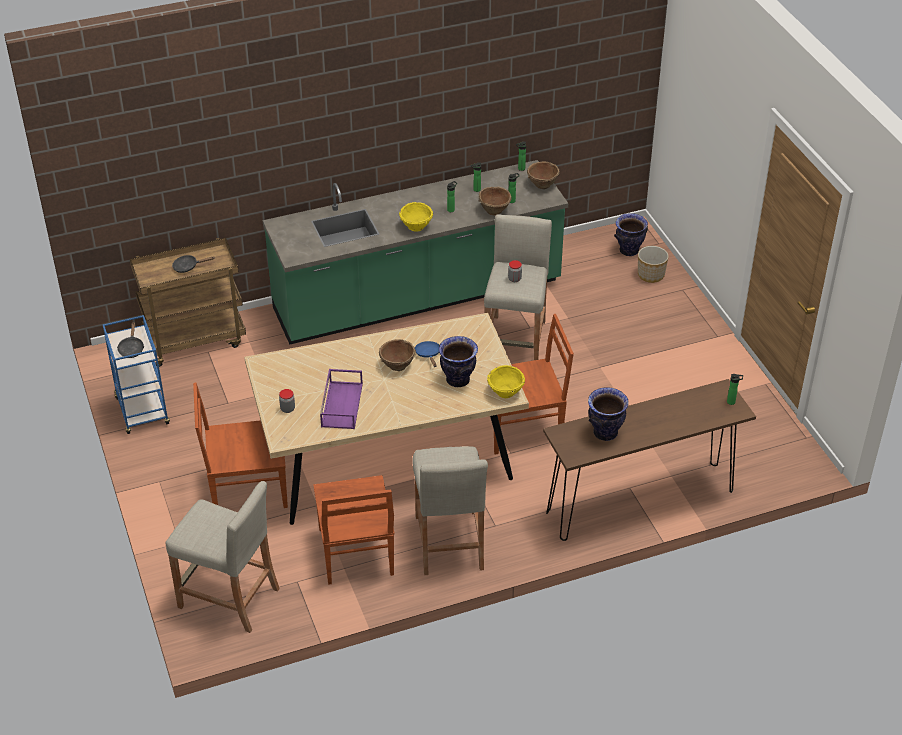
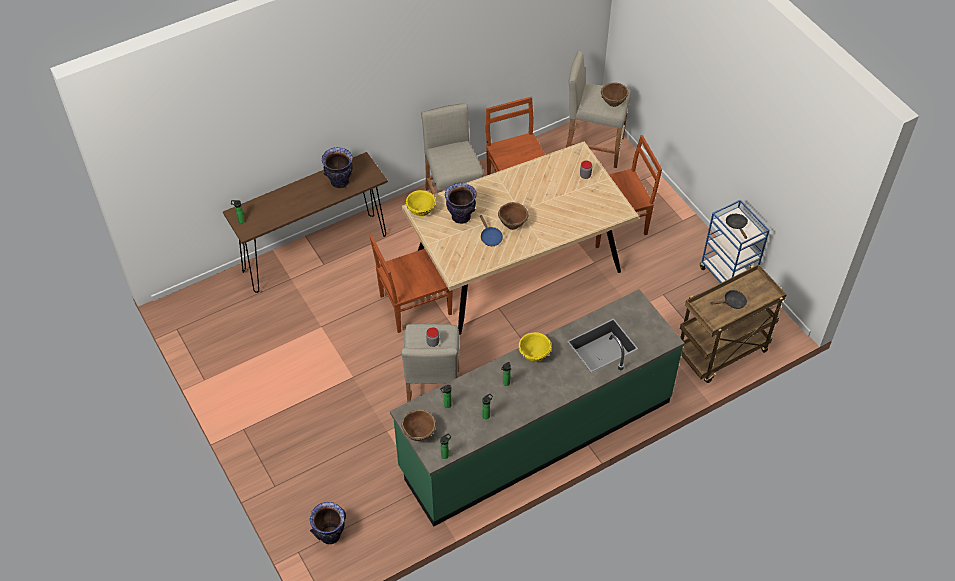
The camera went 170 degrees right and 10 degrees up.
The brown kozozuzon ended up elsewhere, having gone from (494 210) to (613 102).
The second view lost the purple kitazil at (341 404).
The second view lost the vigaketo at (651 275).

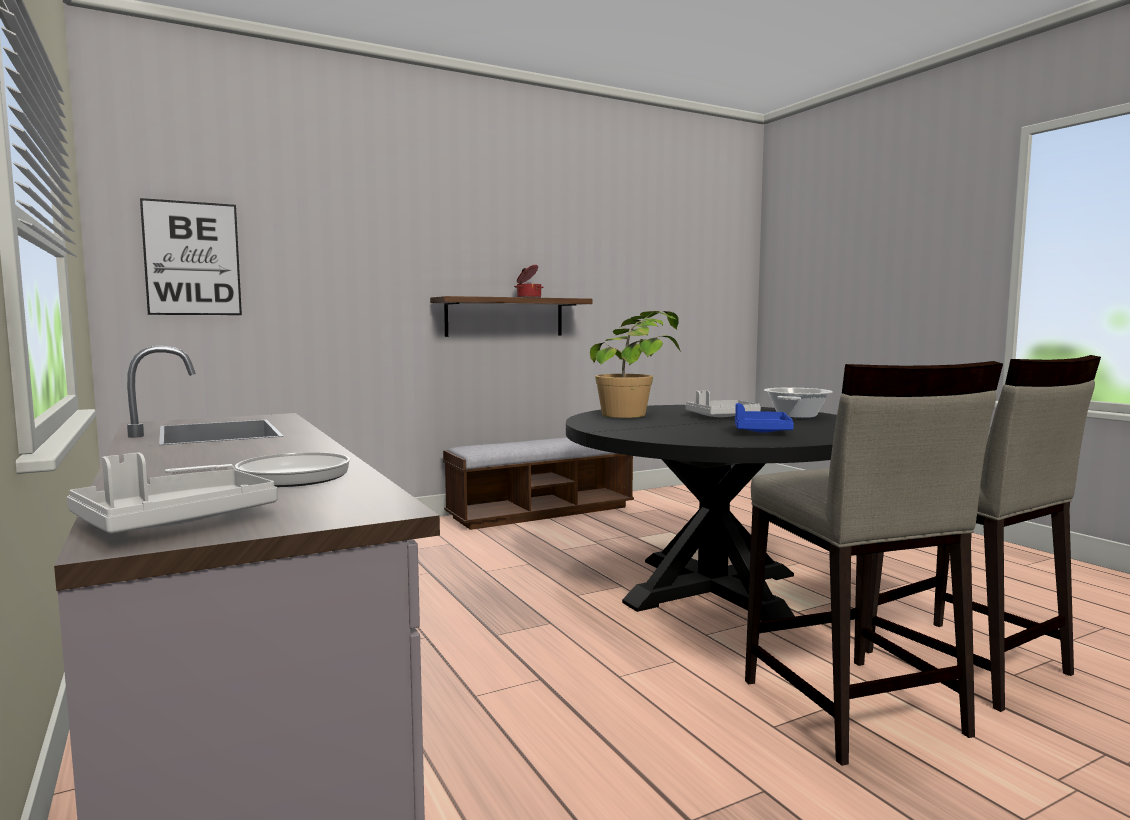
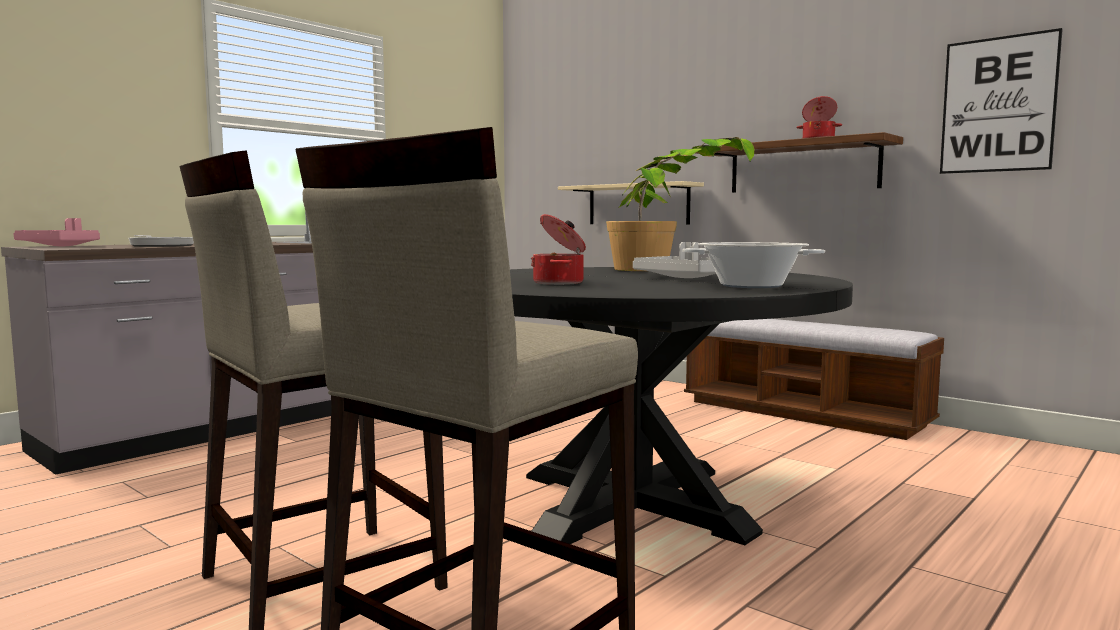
The camera went 70 degrees right and 0 degrees up.
What was the grey kitazil at (175 522) turned into the pink kitazil at (62 246).
Where the blue kitazil stood at (761 431), the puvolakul came to stand at (560 283).
The second view gained the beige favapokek at (638 204).
The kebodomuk ended up elsewhere, having gone from (192 258) to (998 105).

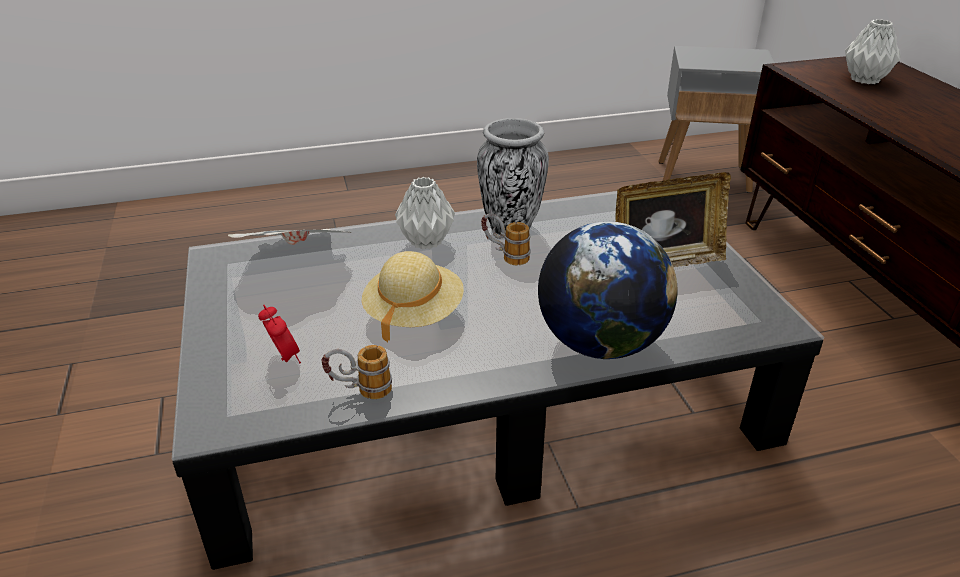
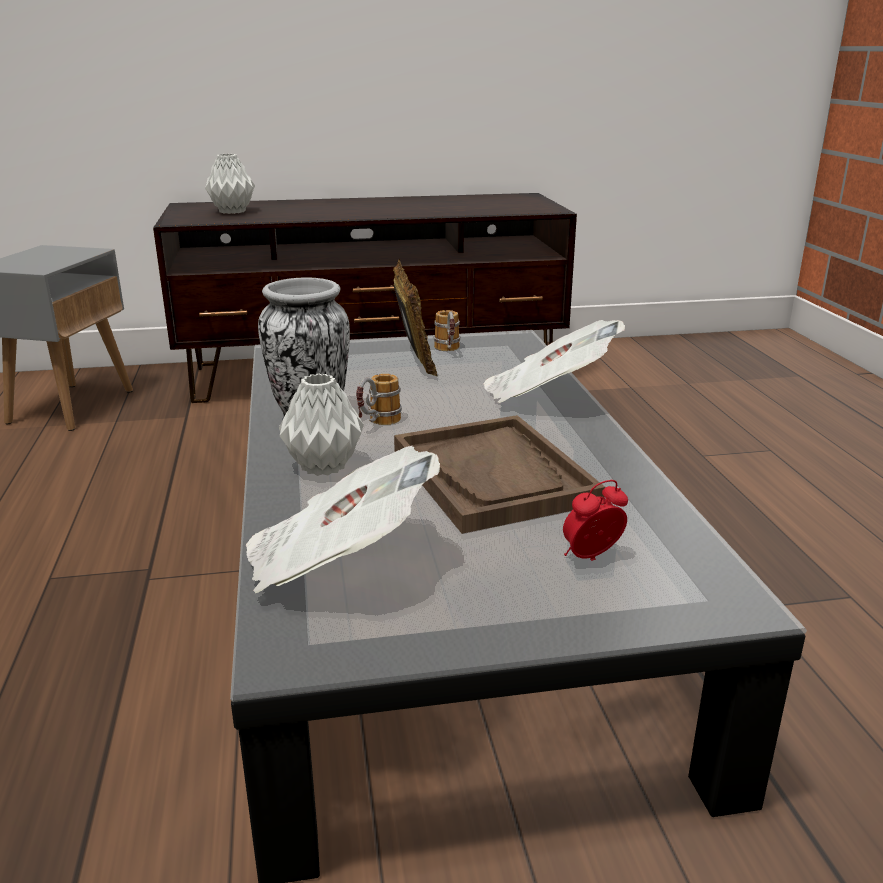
The camera went 85 degrees left and 10 degrees down.
Where the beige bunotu stood at (413 314), the brown kitazil came to stand at (493 476).
The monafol ended up elsewhere, having gone from (360 391) to (448 351).
Where the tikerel stood at (600 343), the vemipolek came to stand at (547 395).

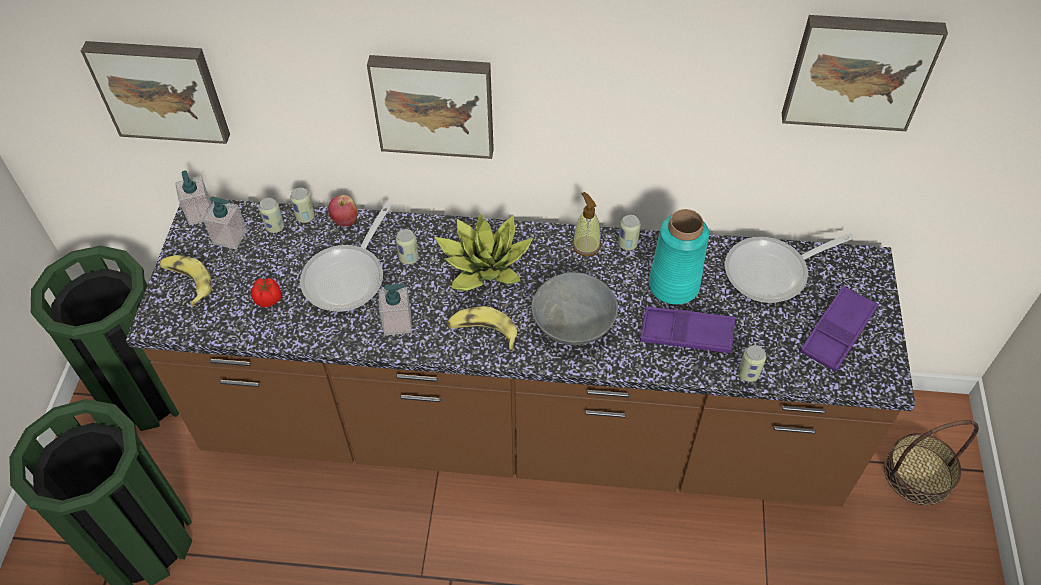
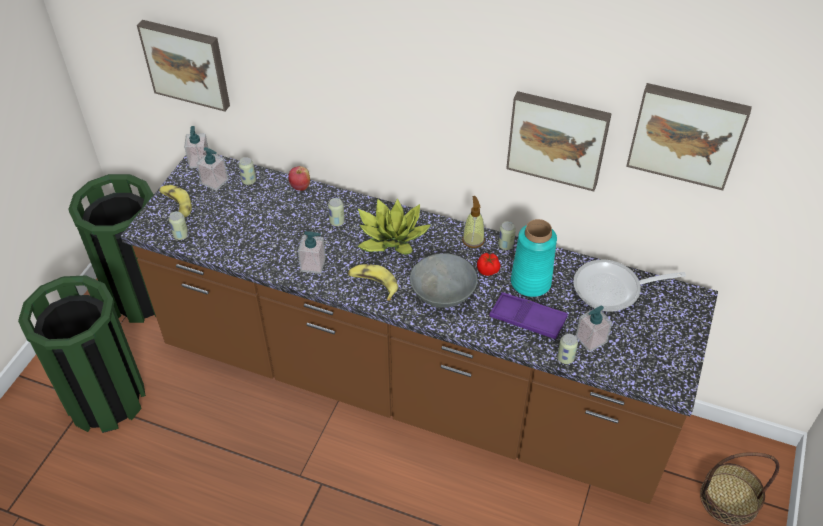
The camera went 15 degrees right and 5 degrees down.
The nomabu ended up elsewhere, having gone from (305 217) to (181 235).
The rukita ended up elsewhere, having gone from (269 299) to (488 270).
The kebodomuk ended up elsewhere, having gone from (434 103) to (558 138).
The second view gained the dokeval at (590 340).
The second view lost the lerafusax at (348 277).
The second view lost the purple kitazil at (837 332).

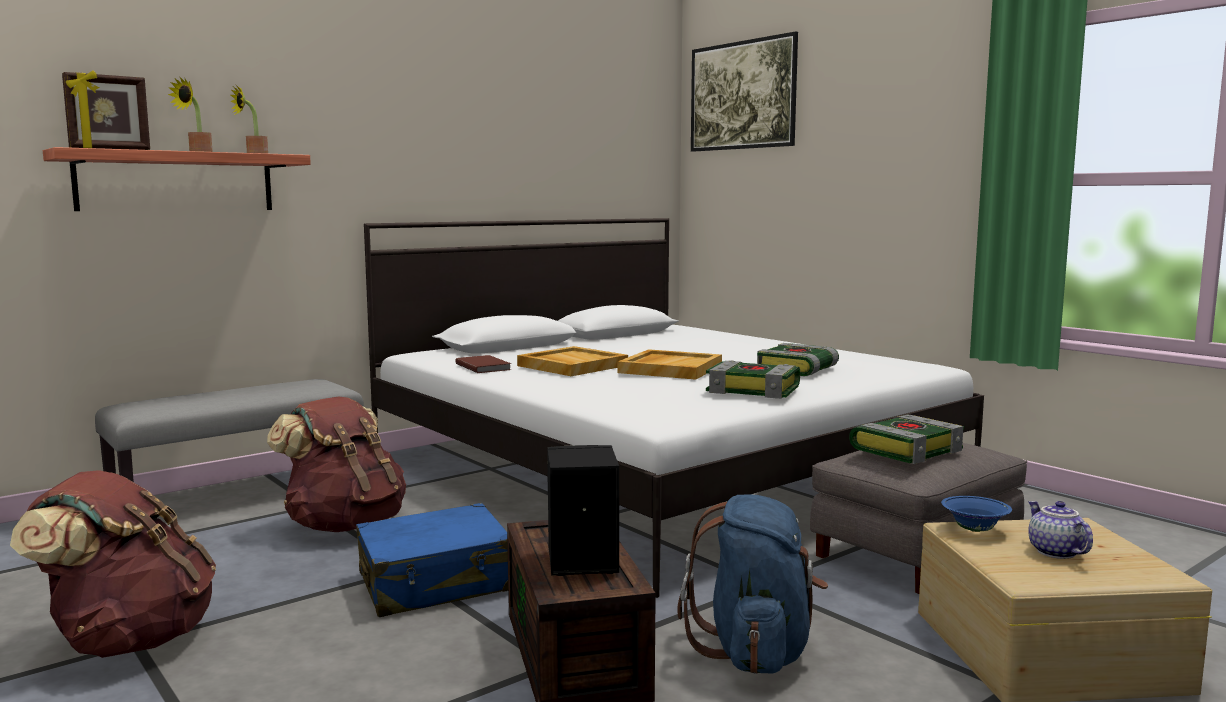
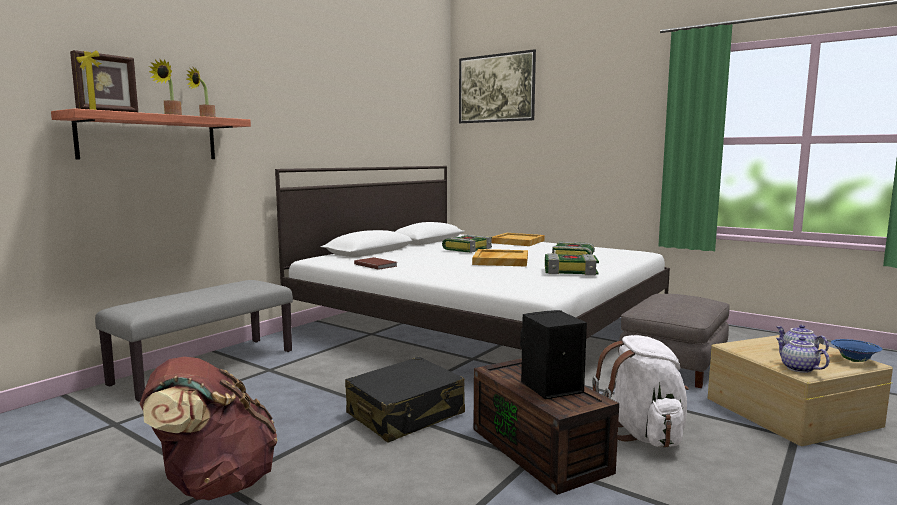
The camera went 15 degrees left and 0 degrees up.
What was the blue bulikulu at (436 583) turned into the black bulikulu at (406 414).
The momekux ended up elsewhere, having gone from (906 450) to (467 249).
The beige kitazil ended up elsewhere, having gone from (571 365) to (517 242).
What was the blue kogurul at (755 651) turned into the white kogurul at (643 433).
The second view gained the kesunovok at (798 369).
The blue kozozuzon ended up elsewhere, having gone from (974 530) to (854 361).
The second view lost the brown kogurul at (345 525).

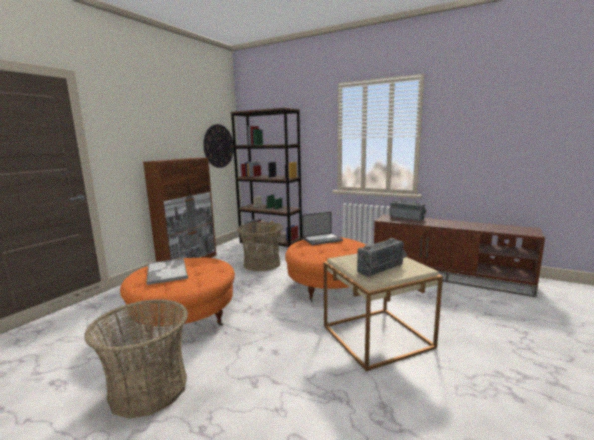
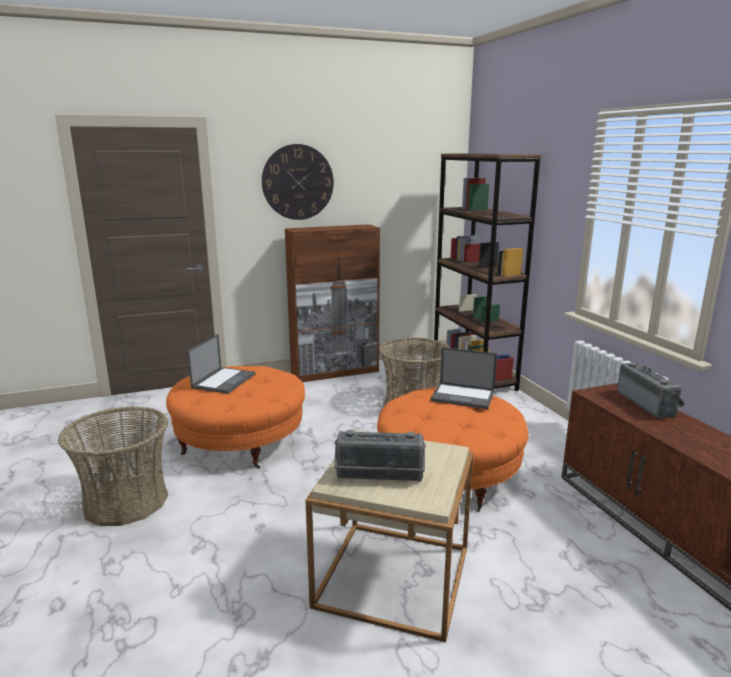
The camera went 40 degrees right and 5 degrees up.
Where the kitazil stood at (167 271), the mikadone came to stand at (224 380).
The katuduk ended up elsewhere, having gone from (218 146) to (298 182).

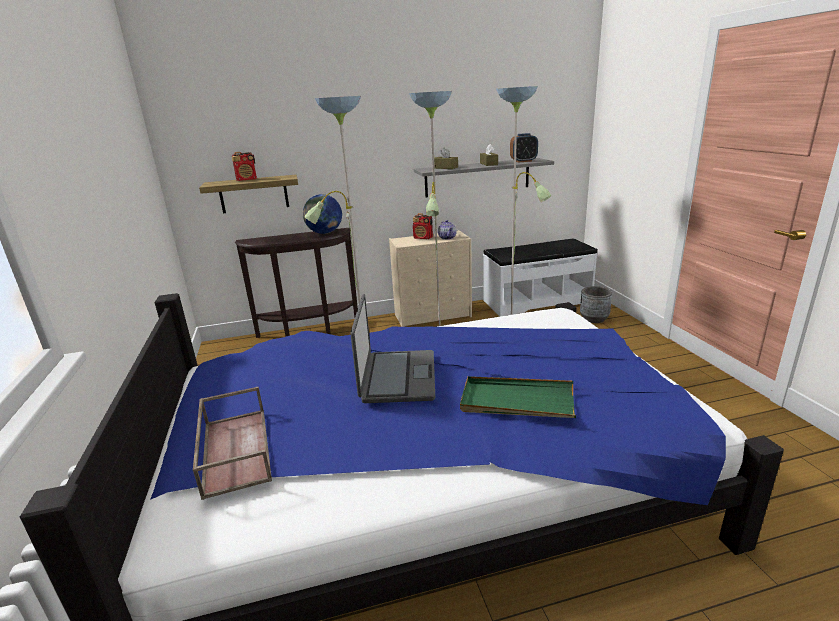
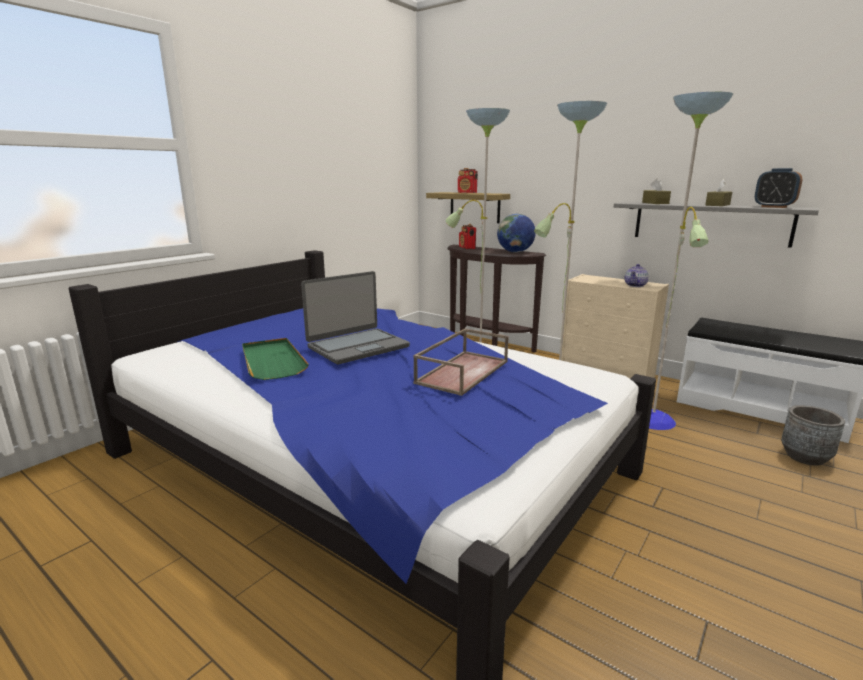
The camera went 50 degrees right and 5 degrees down.
The green kitazil ended up elsewhere, having gone from (517 401) to (272 361).
The brown kitazil ended up elsewhere, having gone from (234 450) to (462 371).
The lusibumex ended up elsewhere, having gone from (423 238) to (467 248).

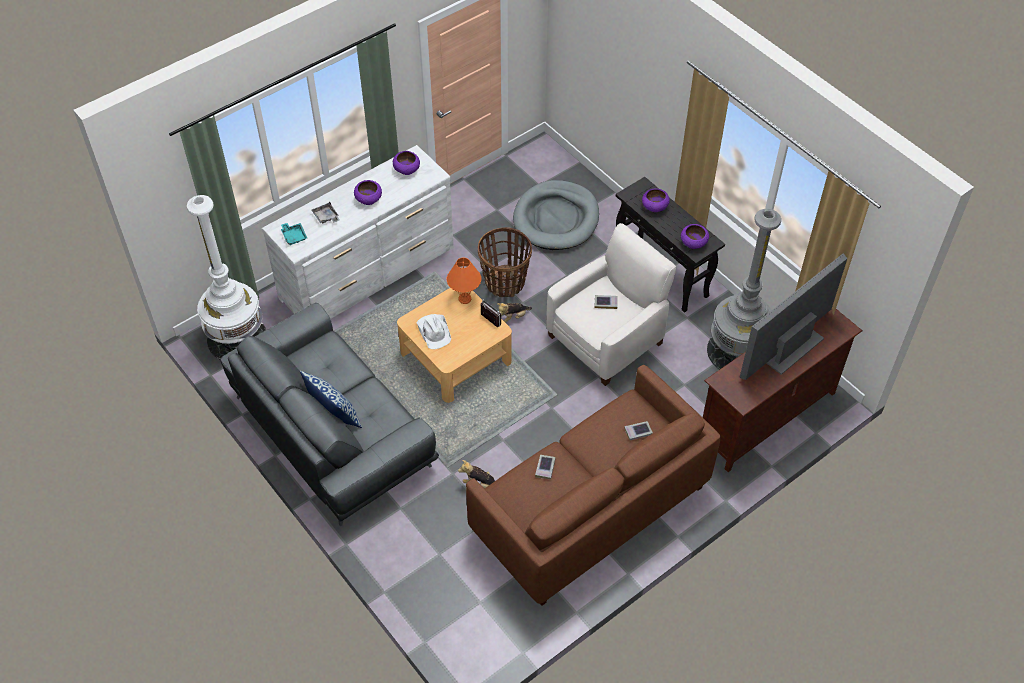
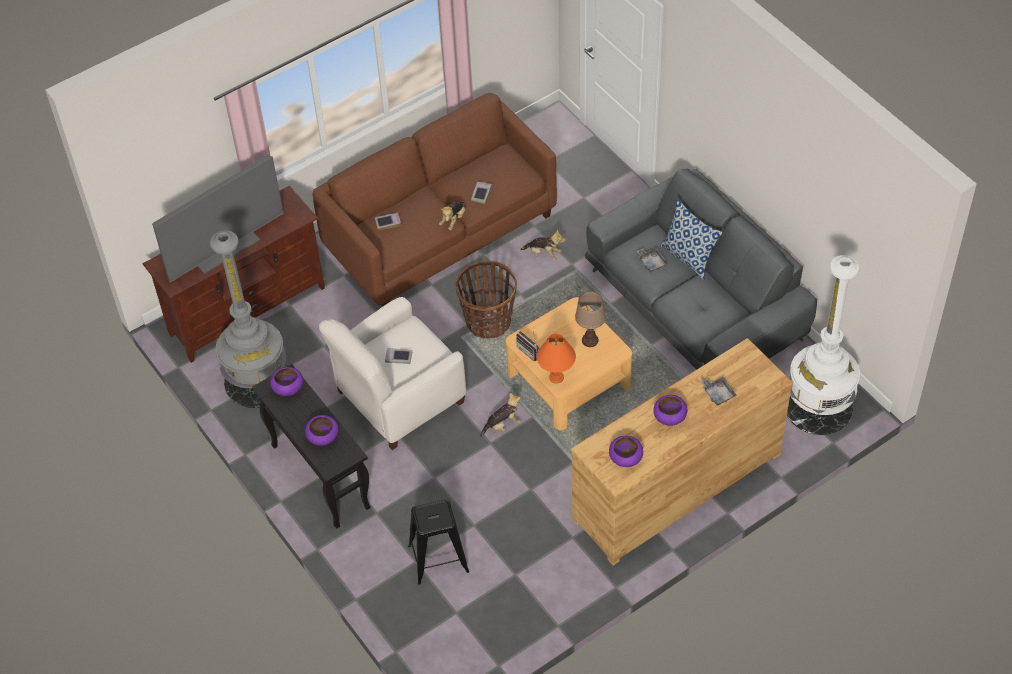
The camera went 175 degrees left and 0 degrees up.
Where the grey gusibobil stood at (556 218), the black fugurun came to stand at (439 558).
The second view gained the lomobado at (453 220).
The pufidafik ended up elsewhere, having gone from (505 282) to (488 321).
What was the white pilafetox at (368 273) turned into the brown pilafetox at (675 485).
Where the white bunotu stood at (434 331), the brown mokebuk came to stand at (590 340).
The second view gained the grey kitazil at (652 262).
The second view lost the turquoise kitazil at (294 236).

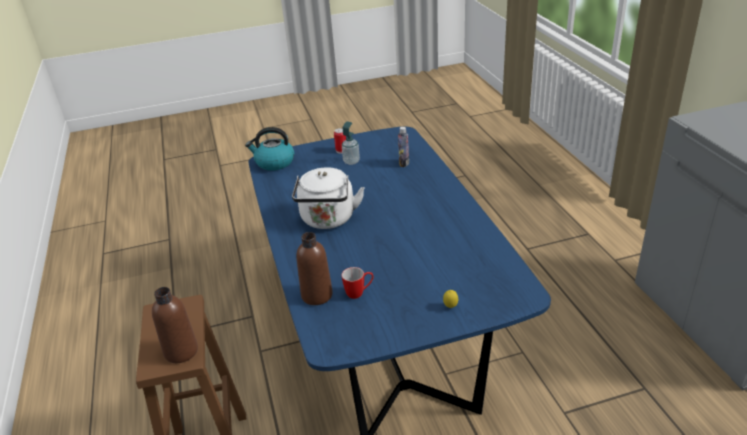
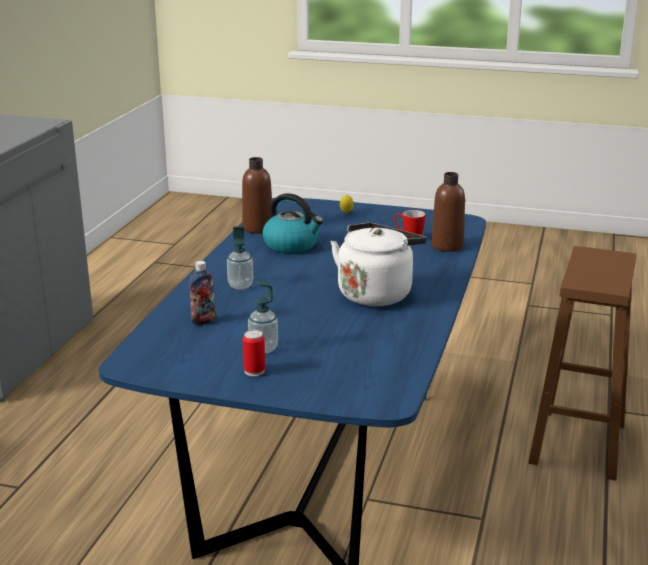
The camera went 150 degrees left and 10 degrees down.
The second view gained the dokeval at (240 285).
The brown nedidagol ended up elsewhere, having gone from (181 351) to (257 228).
The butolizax ended up elsewhere, having gone from (274 163) to (292 245).

